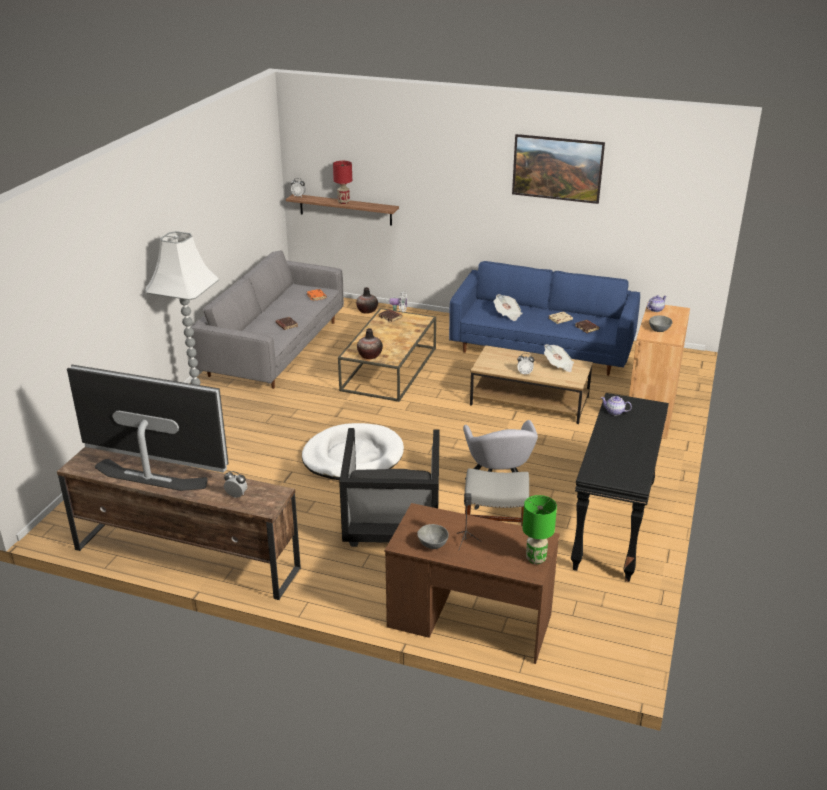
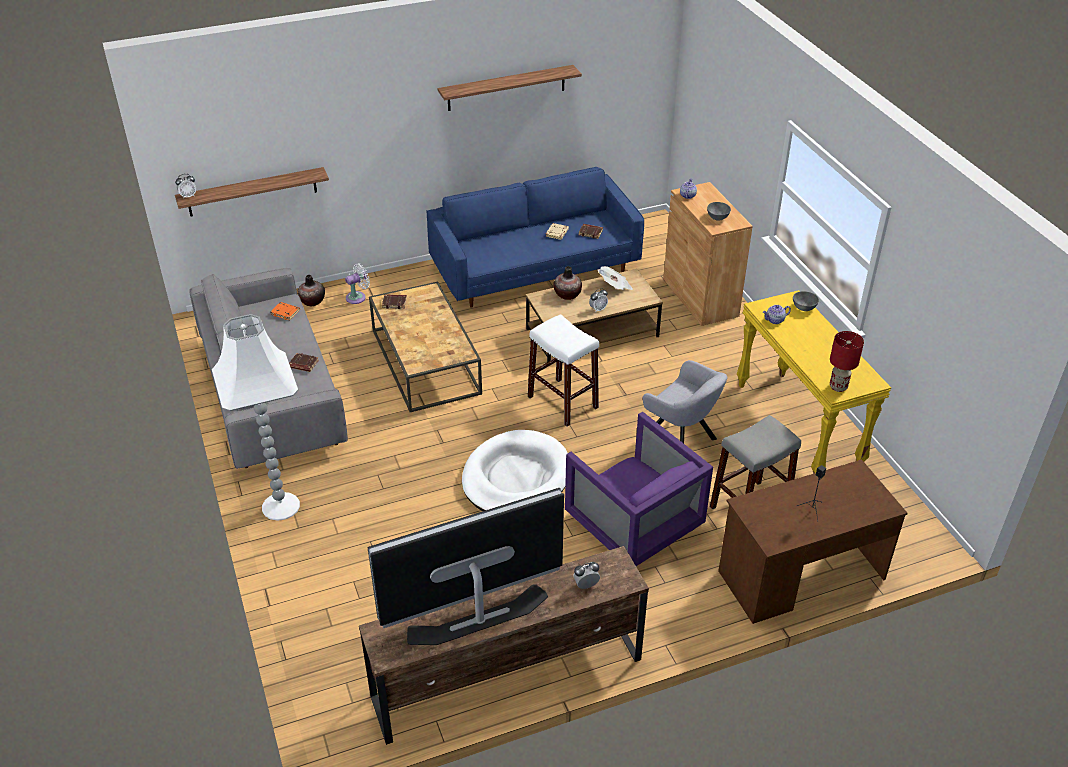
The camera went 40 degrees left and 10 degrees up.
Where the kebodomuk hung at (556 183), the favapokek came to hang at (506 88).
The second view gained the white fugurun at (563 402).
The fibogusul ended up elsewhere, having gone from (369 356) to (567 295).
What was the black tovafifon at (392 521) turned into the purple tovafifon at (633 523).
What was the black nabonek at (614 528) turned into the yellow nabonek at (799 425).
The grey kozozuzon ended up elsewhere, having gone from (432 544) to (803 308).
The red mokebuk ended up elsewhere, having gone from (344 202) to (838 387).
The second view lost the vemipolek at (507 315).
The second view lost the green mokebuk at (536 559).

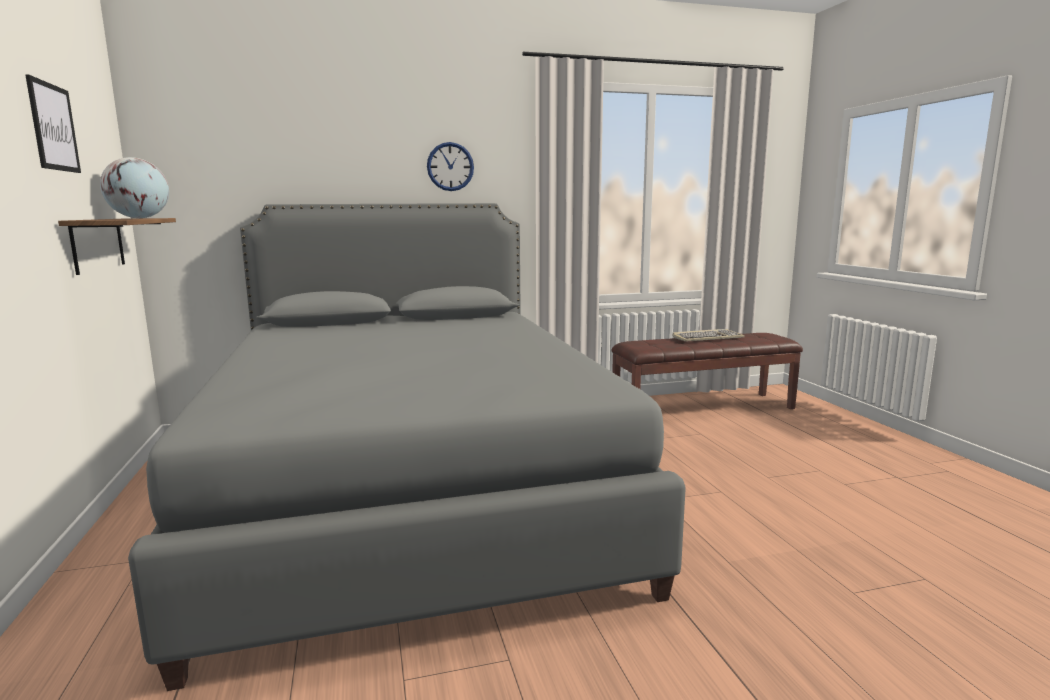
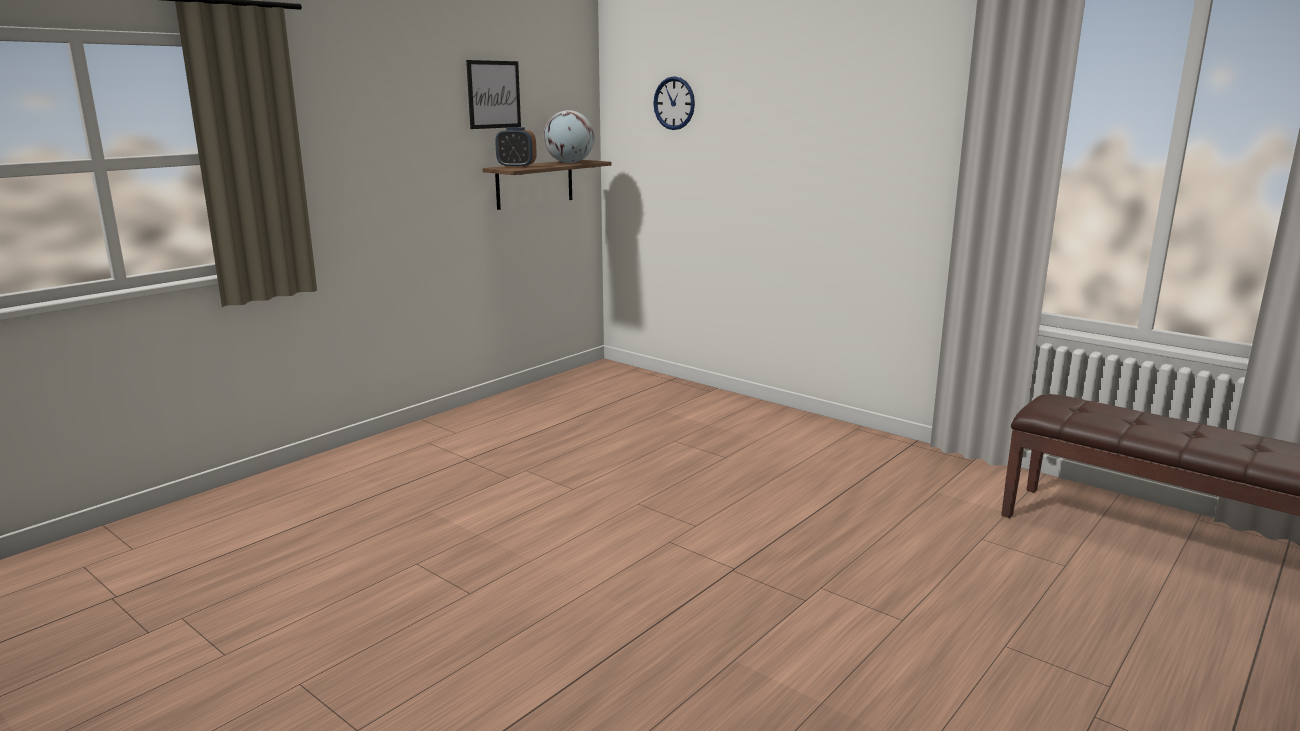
The camera went 55 degrees right and 5 degrees up.
The second view gained the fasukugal at (516 167).
The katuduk ended up elsewhere, having gone from (450 166) to (674 103).
The second view lost the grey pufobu at (412 492).
The second view lost the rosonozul at (707 338).

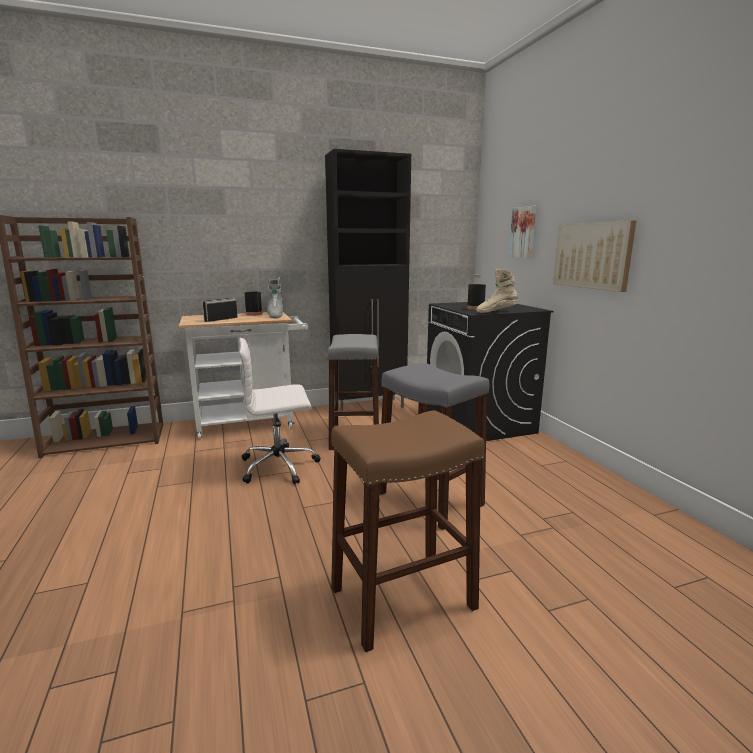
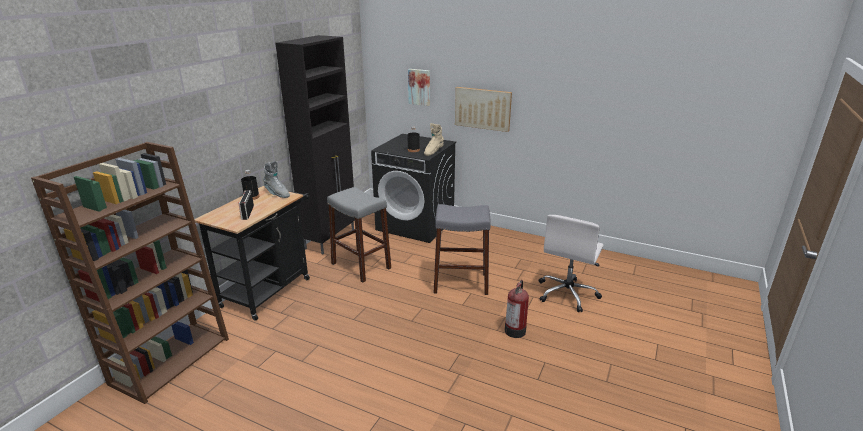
The camera went 45 degrees left and 10 degrees up.
What was the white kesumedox at (252 423) turned into the black kesumedox at (269 289).
Where the brown fugurun stood at (403 598), the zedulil came to stand at (515 330).
The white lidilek ended up elsewhere, having gone from (280 466) to (567 294).

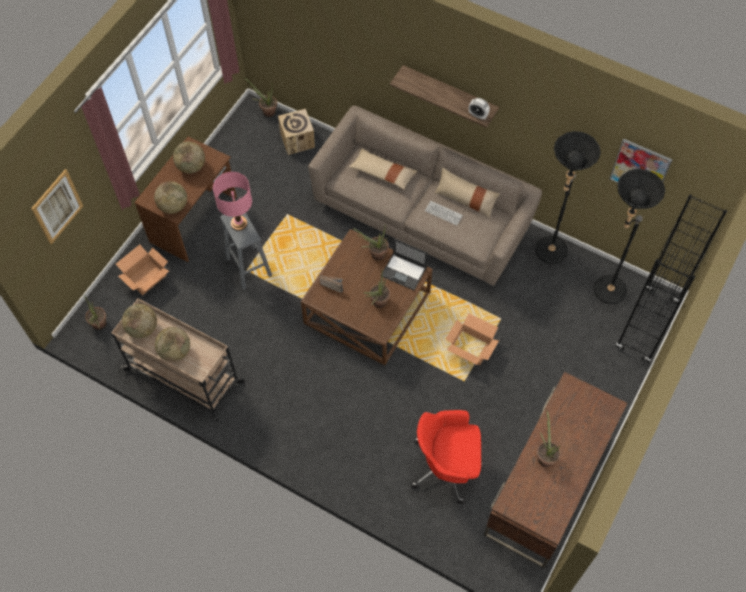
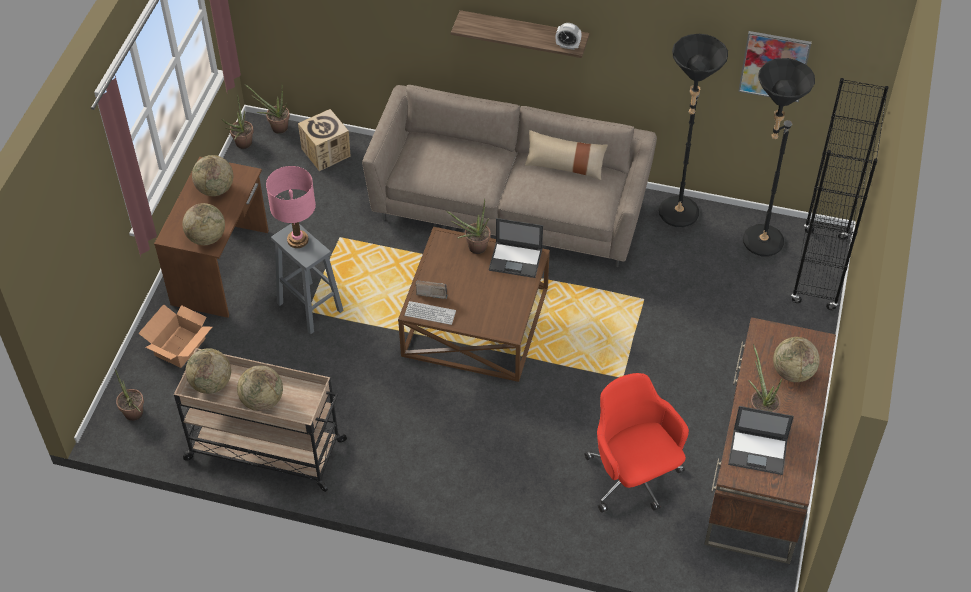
The camera went 15 degrees left and 10 degrees down.
The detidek ended up elsewhere, having gone from (377 303) to (242 145).
The rosonozul ended up elsewhere, having gone from (443 213) to (430 313).
The red lidilek at (447 466) ended up facing another way, 75 degrees clockwise from before.
The second view gained the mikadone at (758 452).
The second view gained the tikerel at (792 372).
The second view lost the kebodomuk at (57 206).
The second view lost the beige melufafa at (383 173).
The second view lost the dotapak at (471 348).

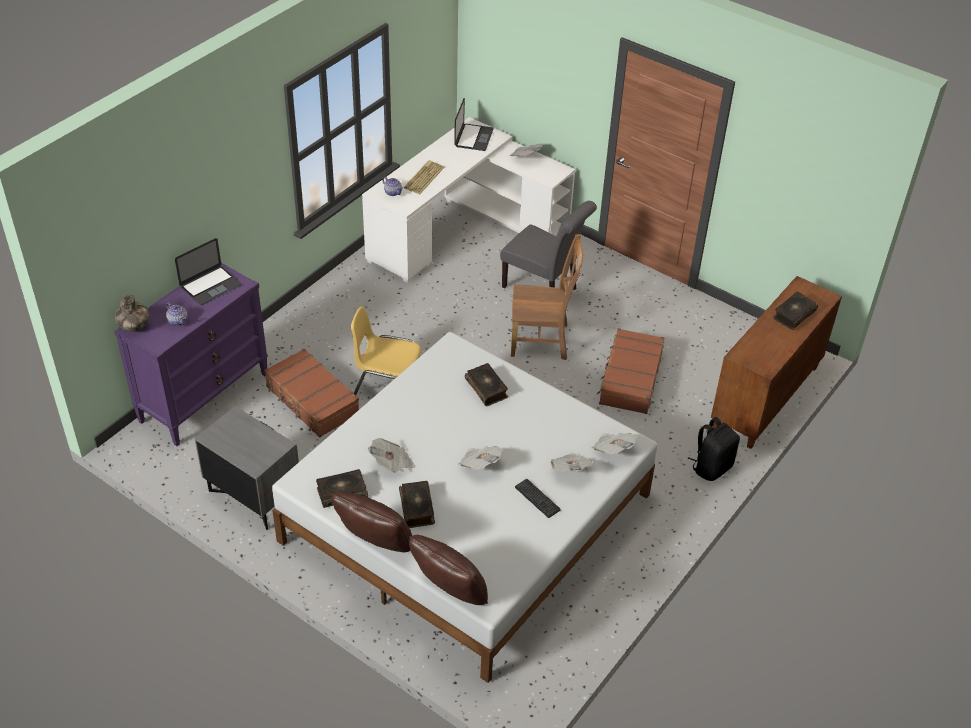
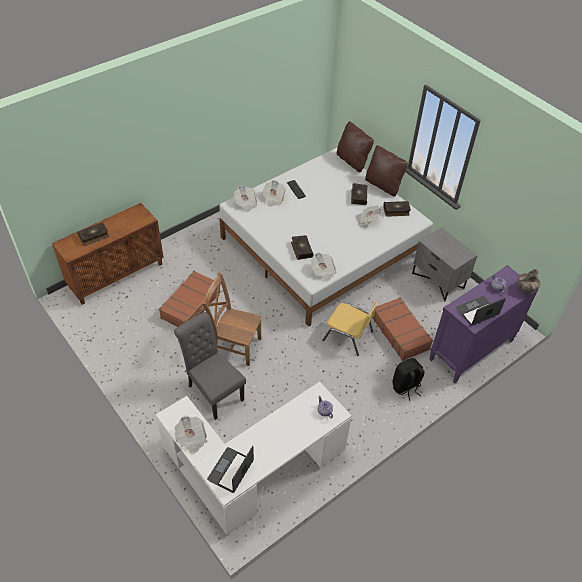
The camera went 165 degrees left and 5 degrees up.
The vemipolek ended up elsewhere, having gone from (480 464) to (323 272).
The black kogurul ended up elsewhere, having gone from (711 467) to (406 387).
The second view lost the rosonozul at (423 177).

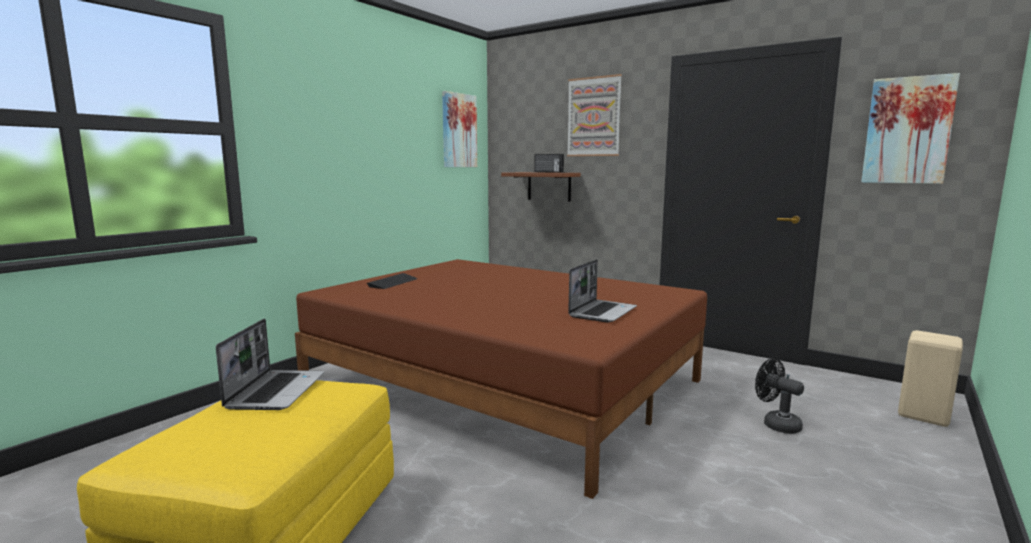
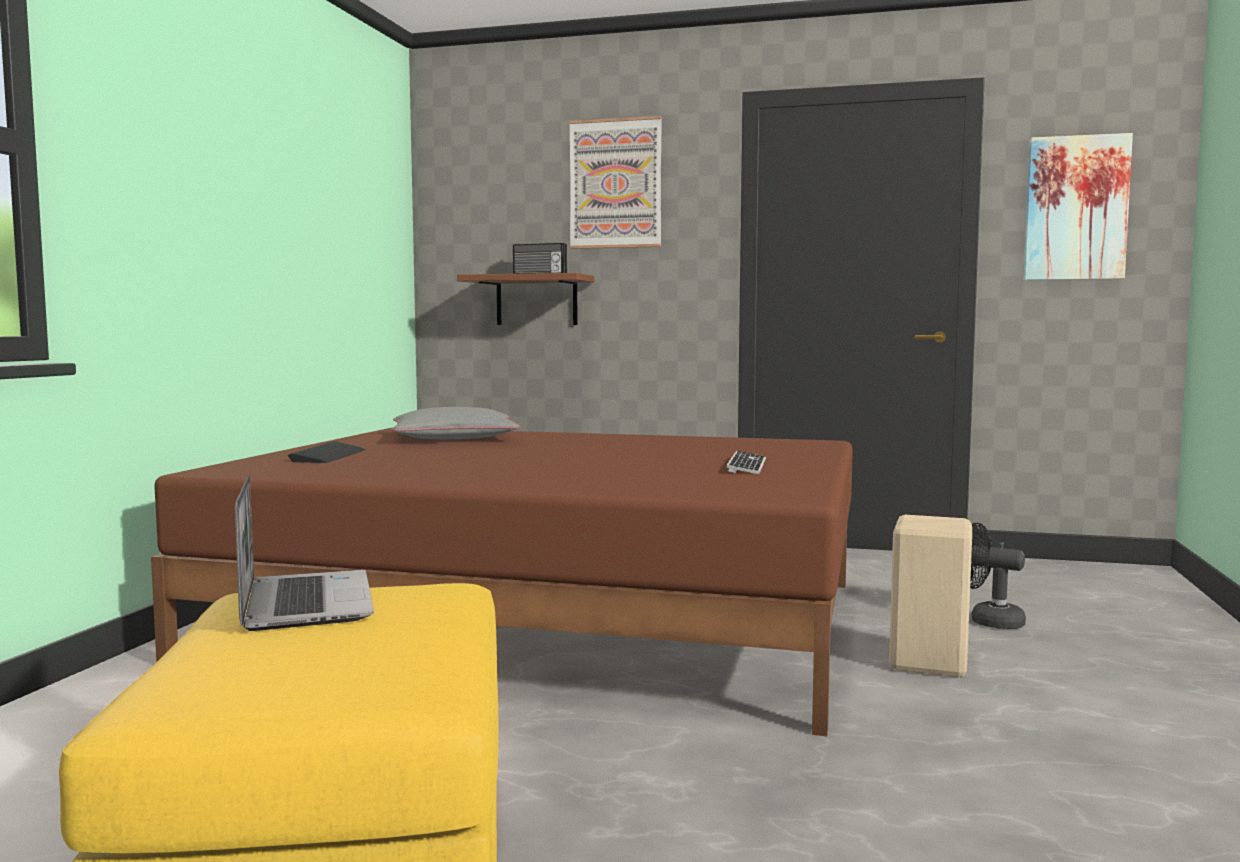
The camera went 20 degrees left and 5 degrees down.
The second view gained the grey melufafa at (454 438).
Where the mikadone stood at (602 312), the rosonozul came to stand at (747 465).
The beige fugurun ended up elsewhere, having gone from (922 414) to (926 662).
The second view lost the kebodomuk at (458 130).

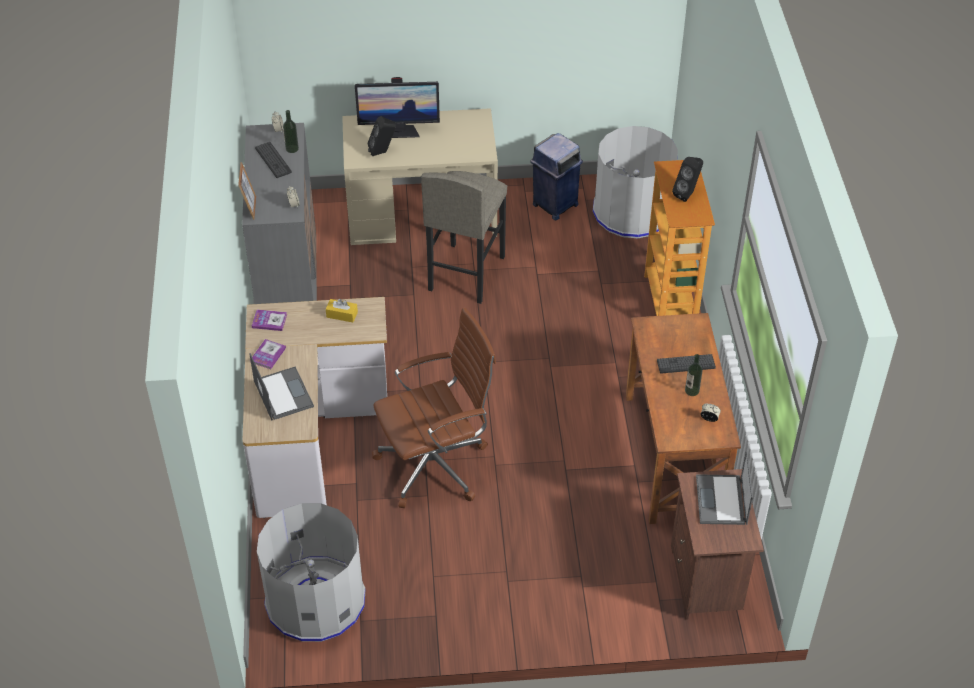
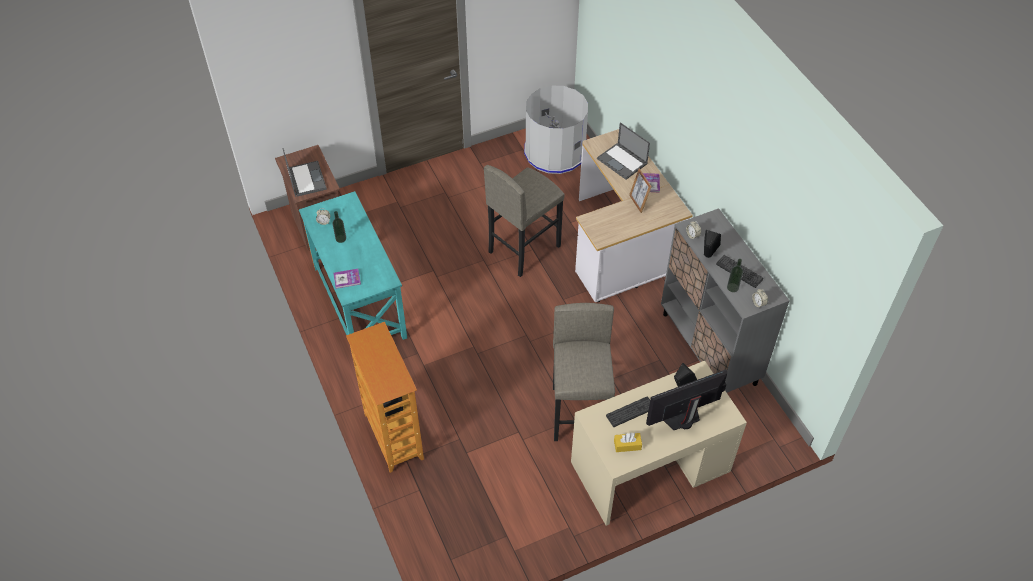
The camera went 160 degrees right and 5 degrees up.
What was the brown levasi at (673 456) turned into the turquoise levasi at (359 302).
The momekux ended up elsewhere, having gone from (269 321) to (347 279).
Where the brown lidilek stood at (436 464), the grey fugurun came to stand at (523 249).
The rosonozul ended up elsewhere, having gone from (686 364) to (630 412).
The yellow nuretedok ended up elsewhere, having gone from (342 315) to (627 445).
The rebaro ended up elsewhere, having gone from (250 208) to (638 203).
The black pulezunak ended up elsewhere, having gone from (687 194) to (707 256).
The second view lost the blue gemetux at (554 205).
The second view lost the grey gemetux at (632 211).

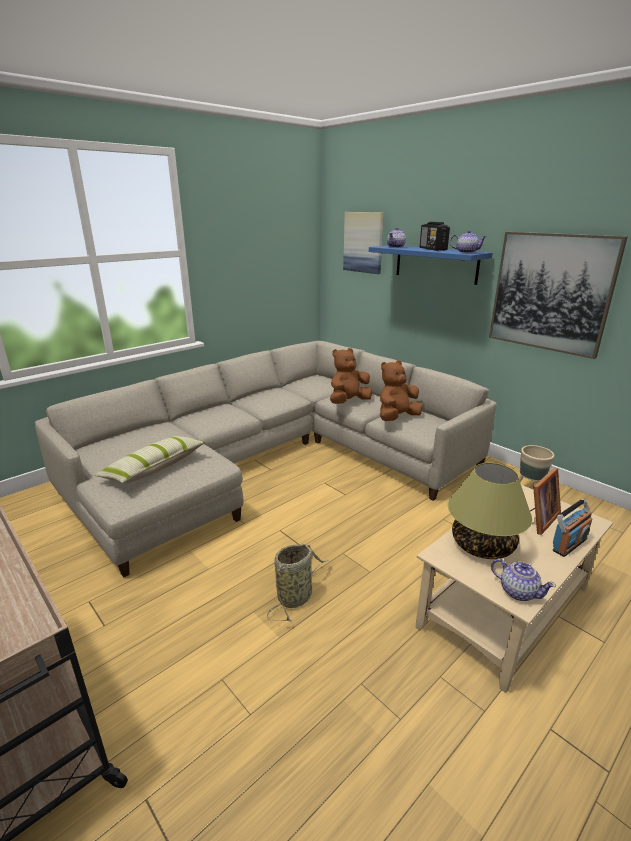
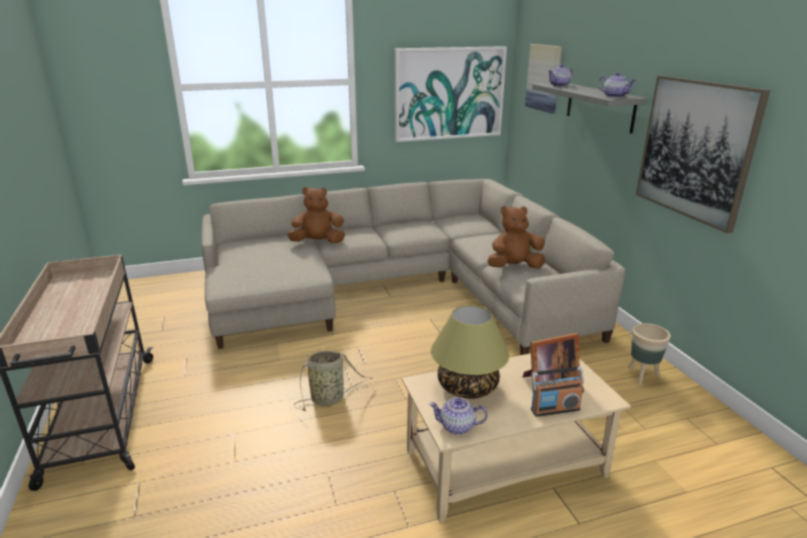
The camera went 25 degrees right and 0 degrees up.
The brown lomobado ended up elsewhere, having gone from (348 402) to (318 242).
The second view gained the kebodomuk at (449 93).
The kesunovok at (518 591) ended up facing another way, 120 degrees clockwise from before.
What was the blue favapokek at (436 264) turned into the grey favapokek at (599 106).
The second view lost the melufafa at (154 468).
The second view lost the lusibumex at (433 249).

